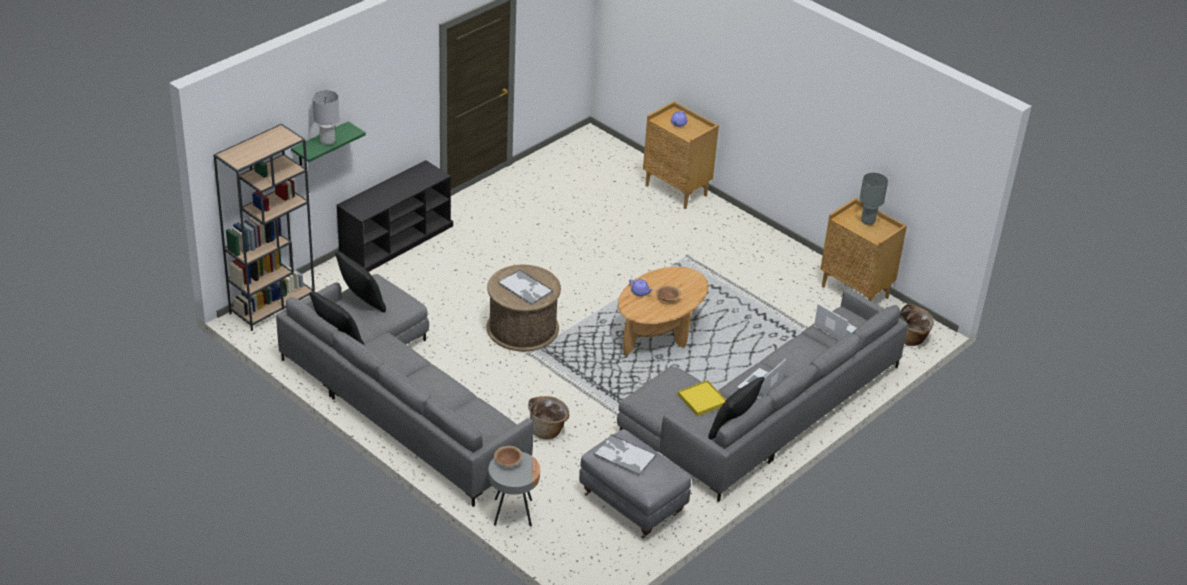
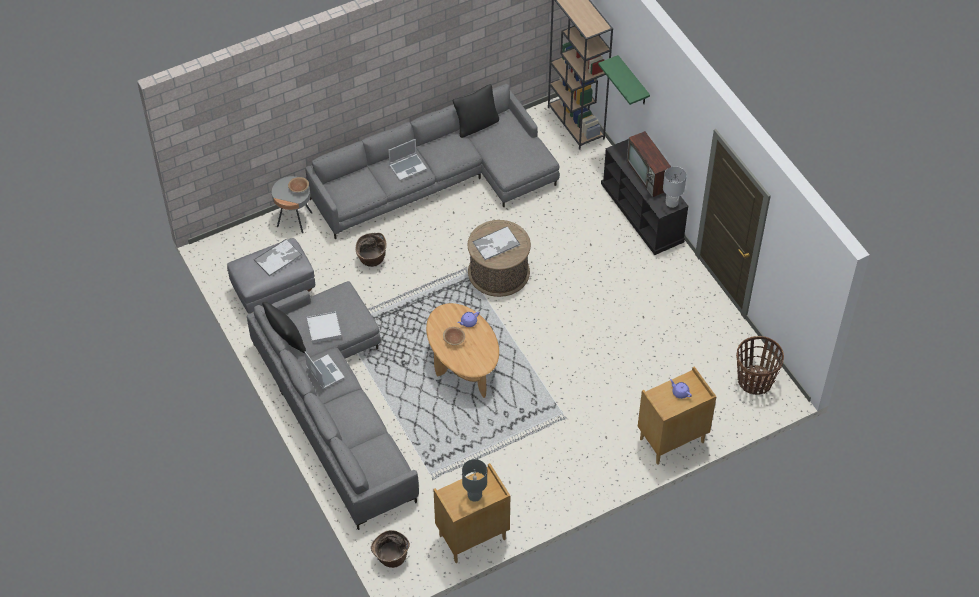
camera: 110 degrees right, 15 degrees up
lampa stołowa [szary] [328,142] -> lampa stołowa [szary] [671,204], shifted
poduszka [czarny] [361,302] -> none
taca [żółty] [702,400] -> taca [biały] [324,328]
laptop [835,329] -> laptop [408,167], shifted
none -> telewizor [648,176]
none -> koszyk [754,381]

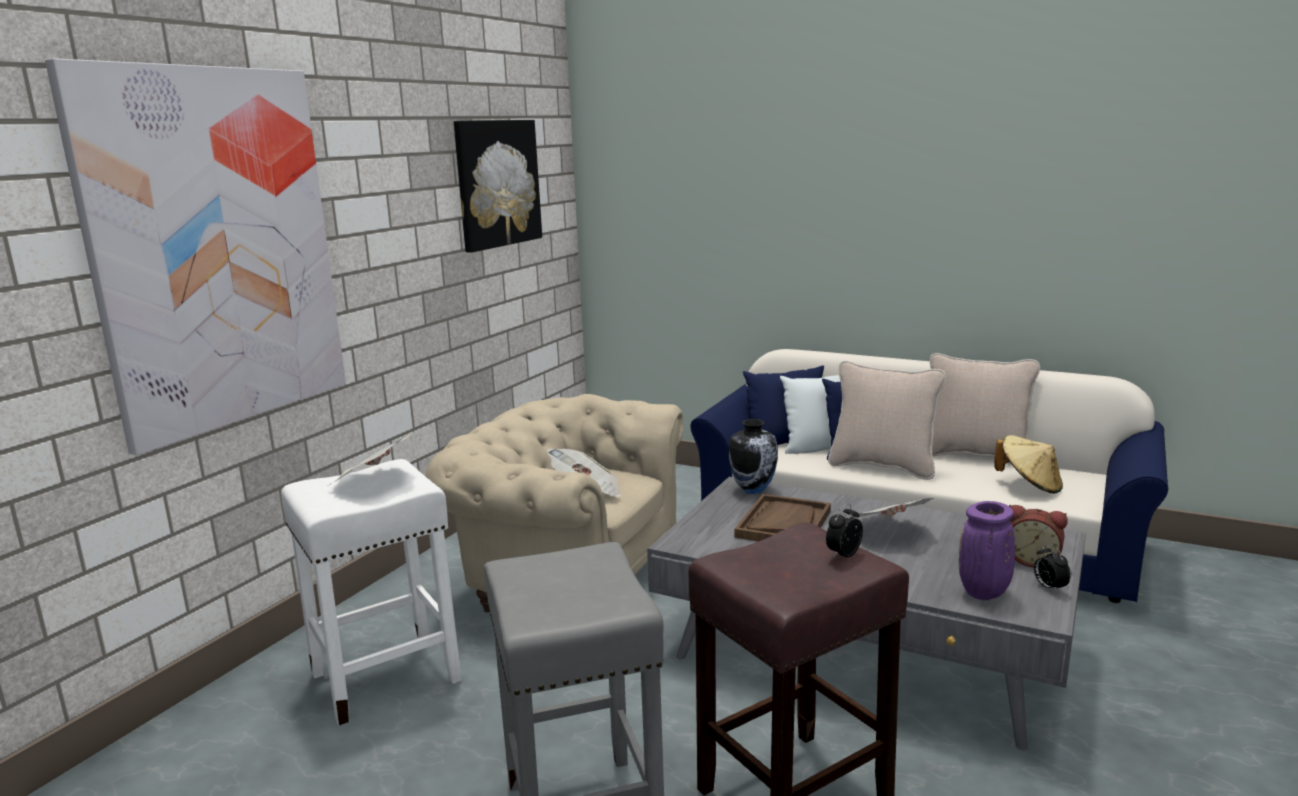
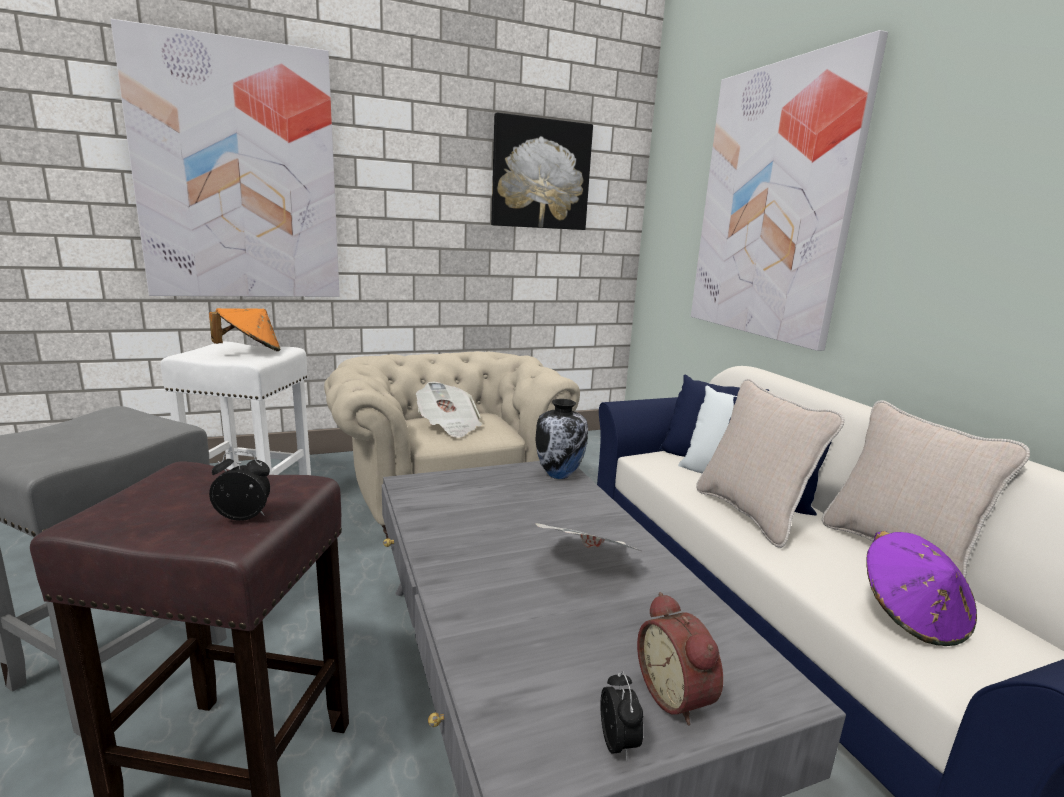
camera: 40 degrees right, 0 degrees up
gazeta [374,480] -> kapelusz [pomarańczowy] [250,352]
taca [brązowy] [783,524] -> none
wazon [fioletowy] [984,594] -> none
kapelusz [beżowy] [1029,485] -> kapelusz [fioletowy] [911,616]
budzik [1049,587] -> budzik [618,743], 150 degrees clockwise
none -> obraz [772,204]

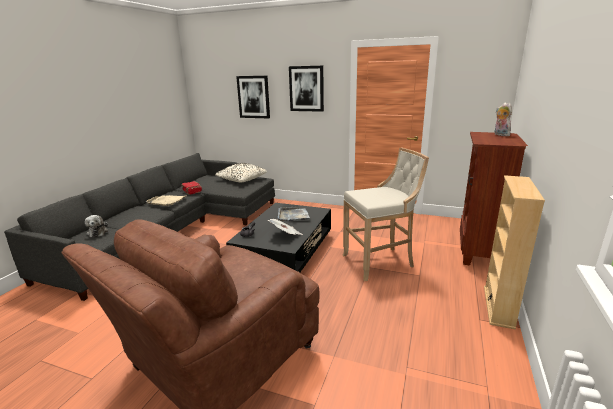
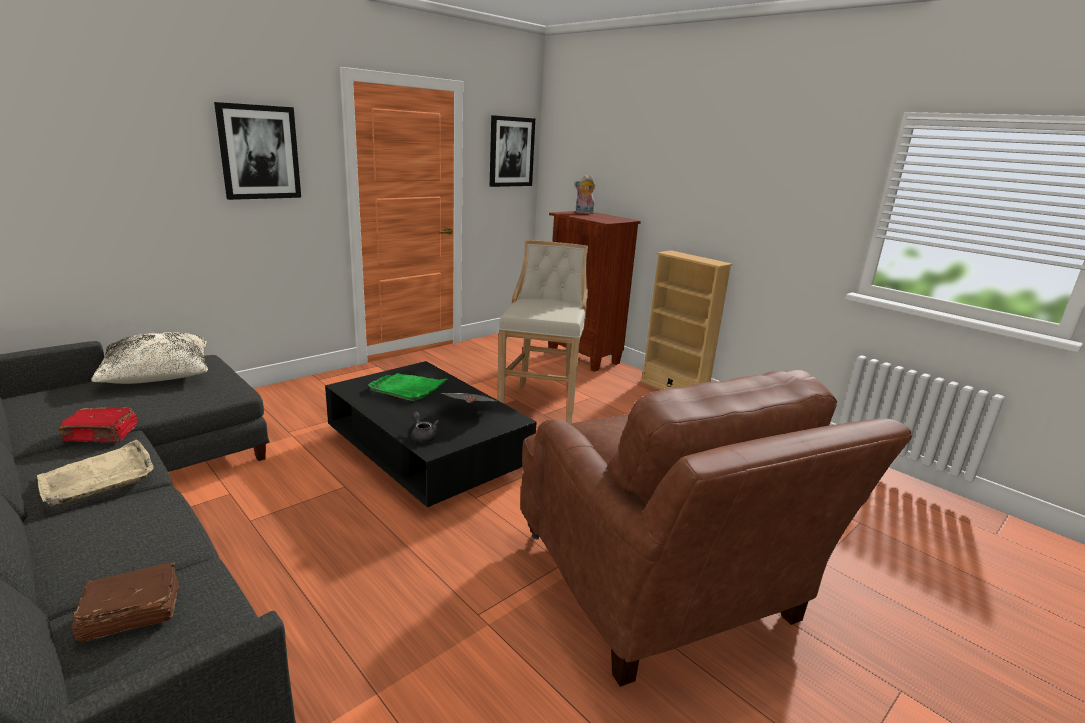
camera: 65 degrees left, 0 degrees up
pluszak [98,232] -> książka [brązowy] [130,614]
obraz [253,97] -> obraz [511,152], shifted
taca [szary] [293,215] -> taca [zielony] [408,388]

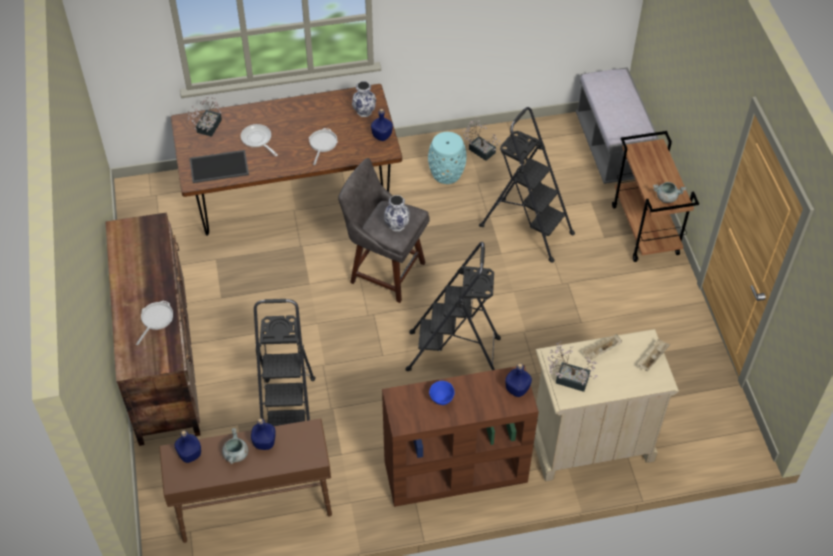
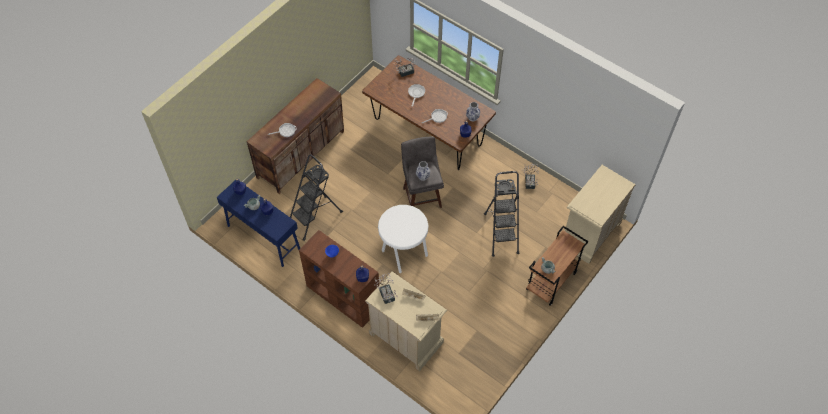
camera: 50 degrees right, 5 degrees up
stolik konsolowy [brązowy] [254,505] -> stolik konsolowy [niebieski] [264,237]
taca [219,166] -> none
drabinka [455,353] -> stołek [biały] [403,253]
stołek [turkusowy] [446,173] -> none
ławka [szary] [611,148] -> komoda [beżowy] [589,233]

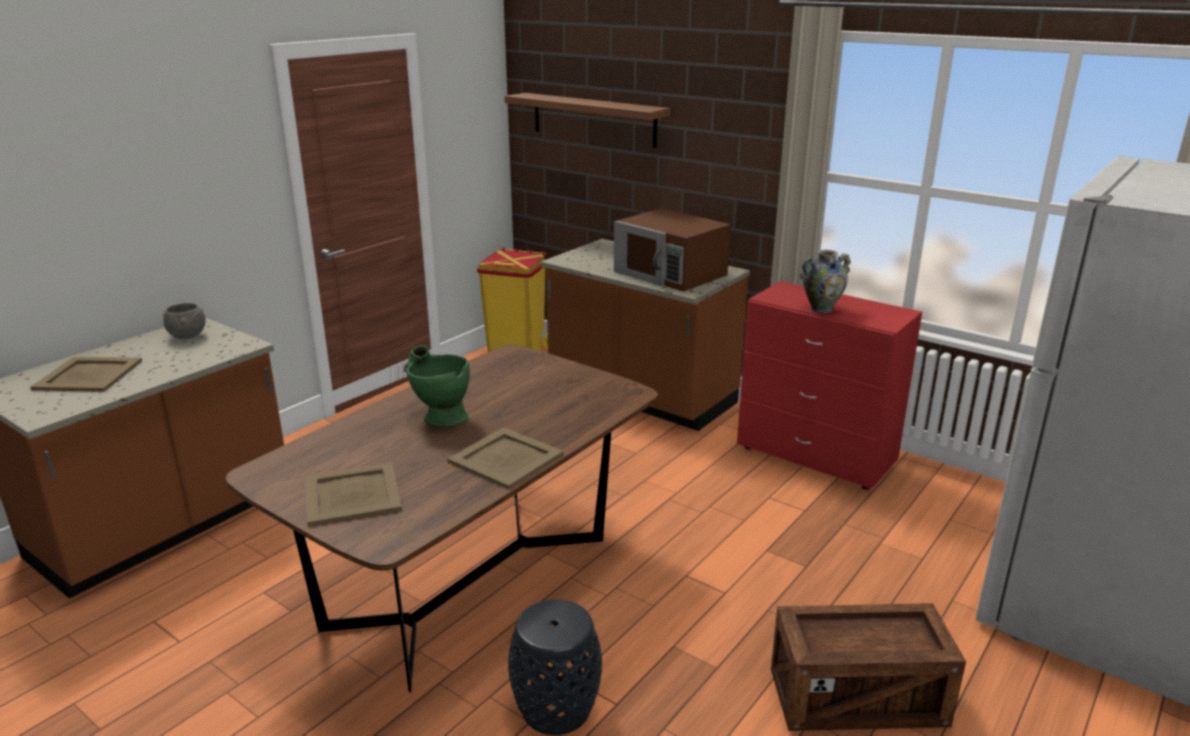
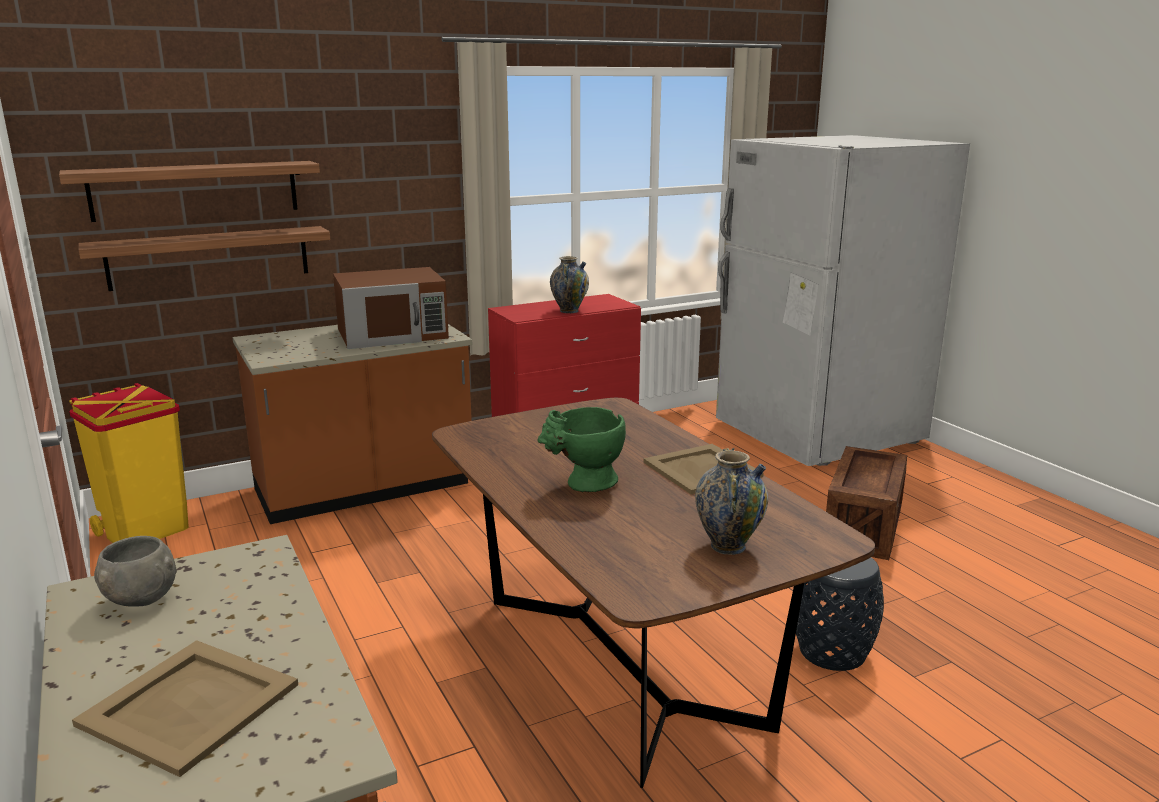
camera: 65 degrees left, 5 degrees down
taca [beżowy] [353,494] -> wazon [728,546]
none -> półka [209,257]

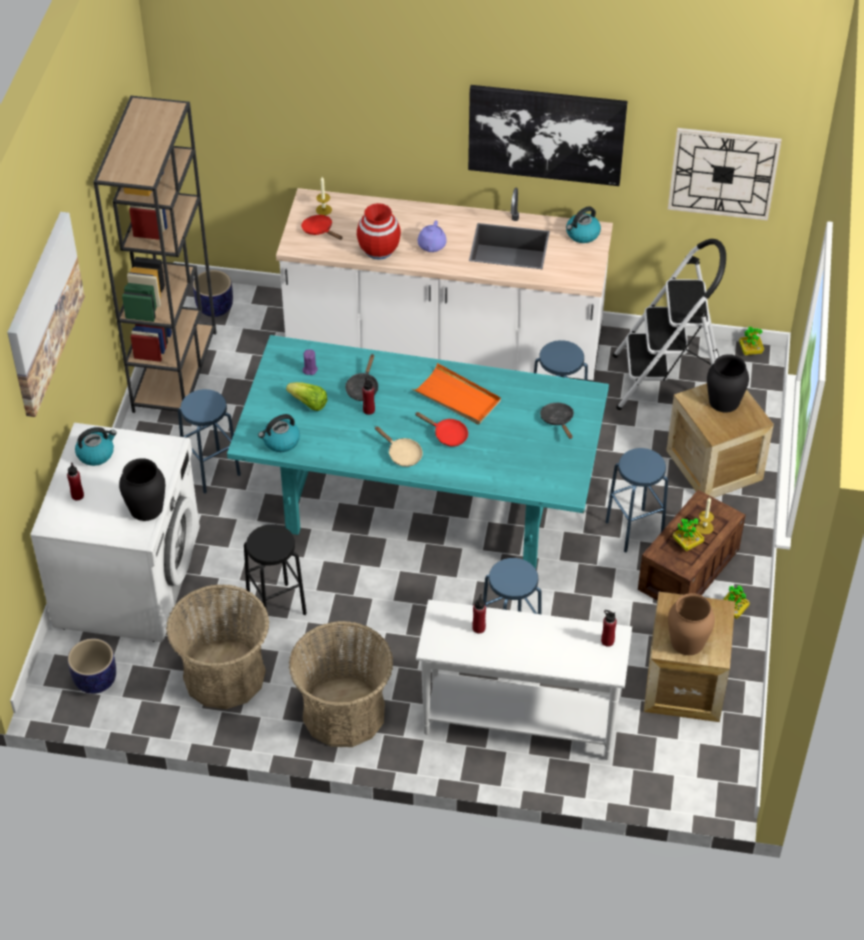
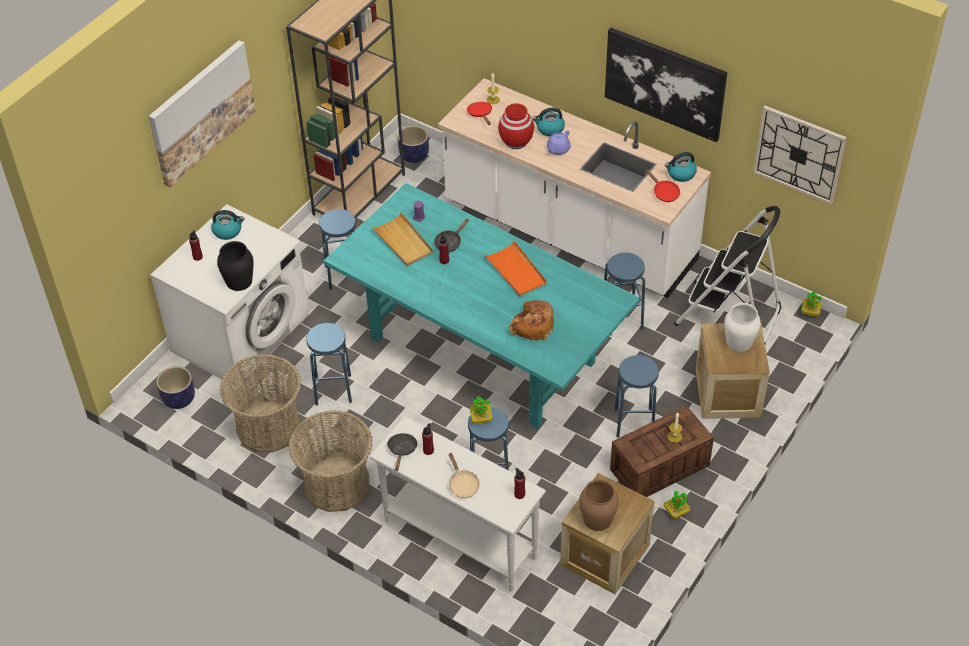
camera: 25 degrees right, 0 degrees up
stołek [czarny] [276,607] -> stołek [niebieski] [333,390]
czajnik [281,442] -> czajnik [549,129], shifted
sałata [308,403] -> taca [beżowy] [403,242]
patelnia [beżowy] [402,454] -> patelnia [beżowy] [462,484], shifted
patelnia [czerwony] [447,435] -> patelnia [czerwony] [664,193], shifted
patelnia [czarny] [558,420] -> patelnia [czarny] [402,450], shifted
roślina doniczkowa [687,543] -> roślina doniczkowa [481,418], shifted
wazon [czarny] [724,401] -> wazon [biały] [739,341]
none -> chleb [532,325]

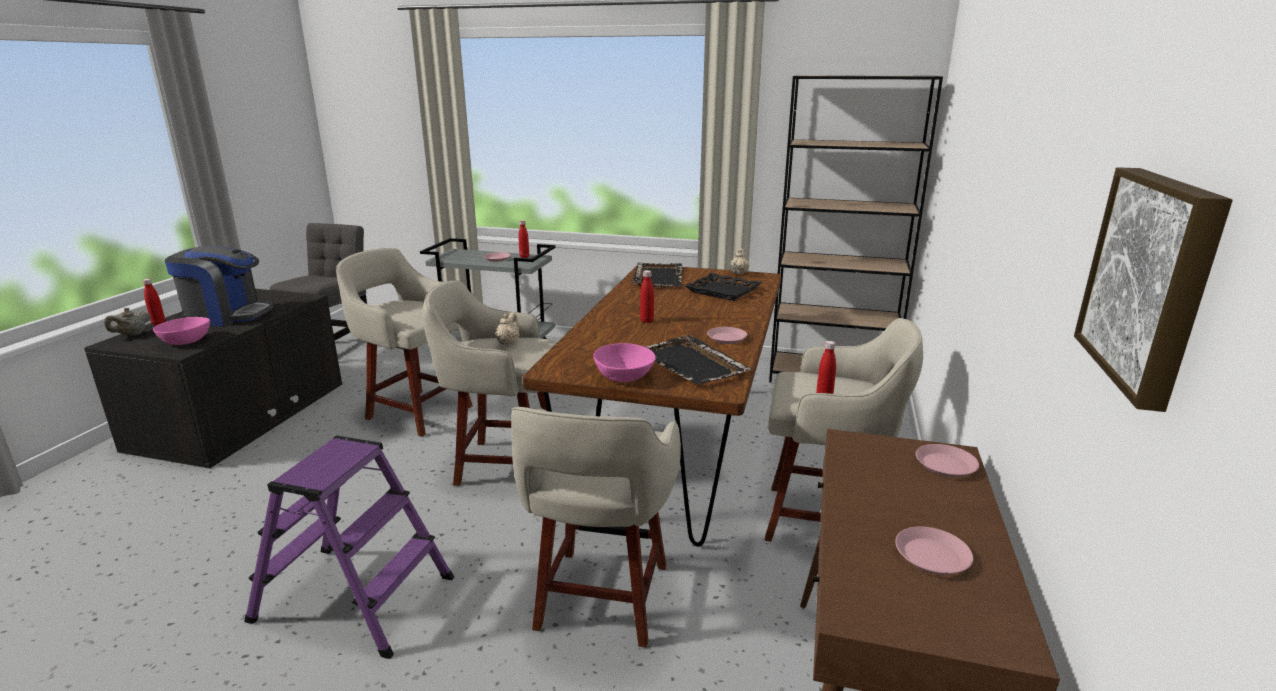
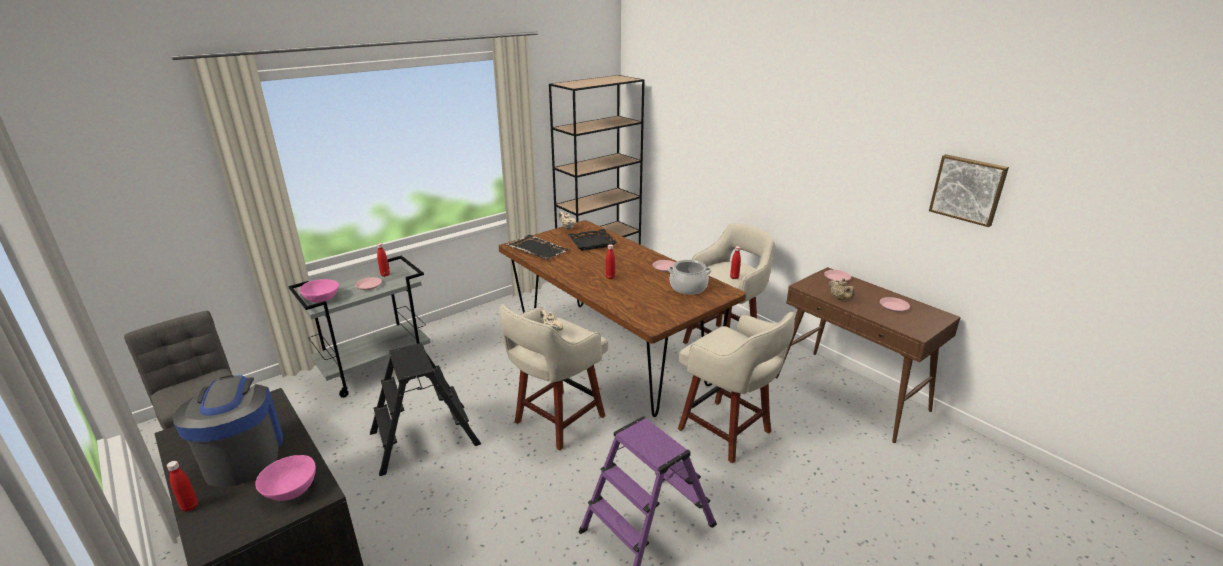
camera: 55 degrees left, 5 degrees up
imbryk [beżowy] [132,335] -> imbryk [beżowy] [839,299], shifted
ekspres do kawy [226,315] -> ekspres do kawy [243,455], 60 degrees counterclockwise
stołek [beżowy] [416,411] -> drabinka [czarny] [424,438]
miska [różowy] [624,377] -> miska [różowy] [322,299], shifted
taca [czarny] [692,364] -> garnek [688,287]

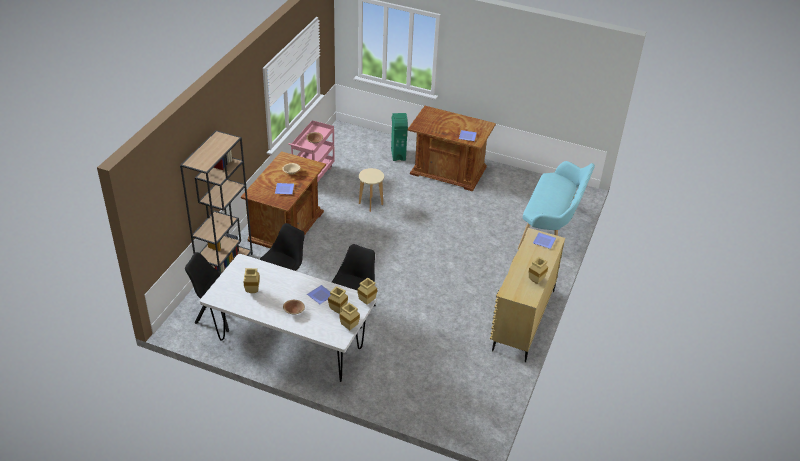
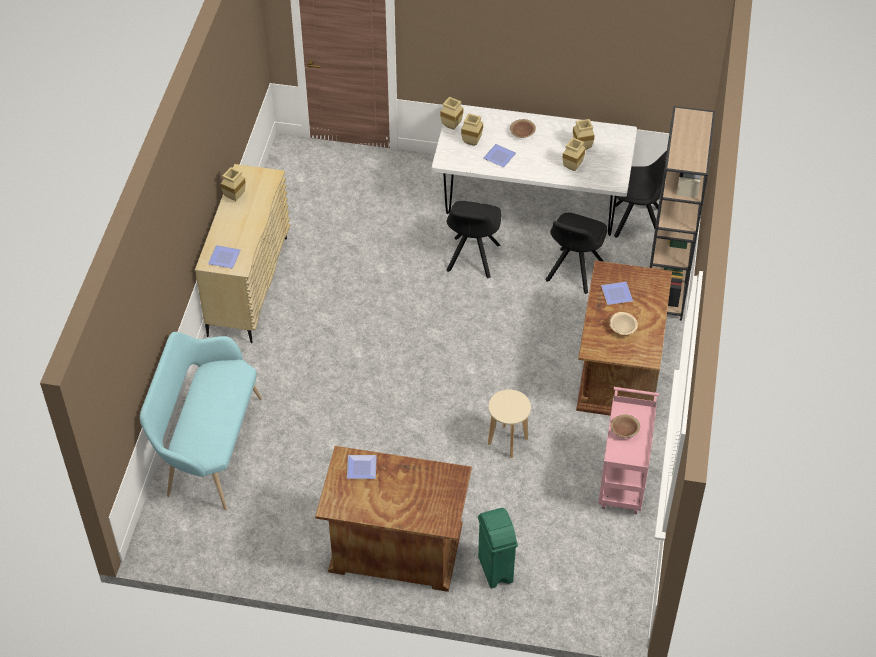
camera: 170 degrees right, 10 degrees up
wazon [beżowy] [367,302] -> wazon [beżowy] [572,166], shifted

